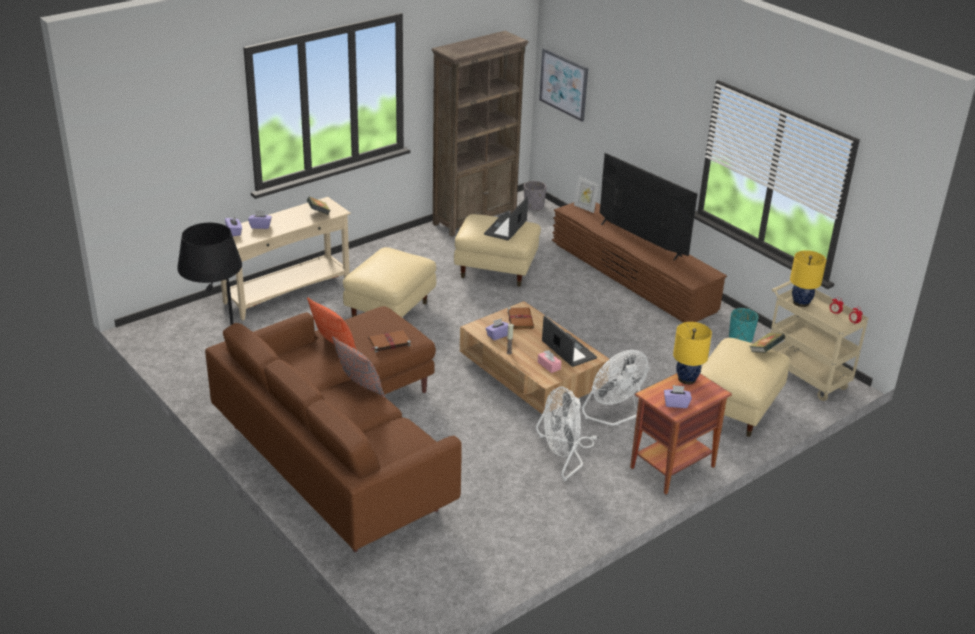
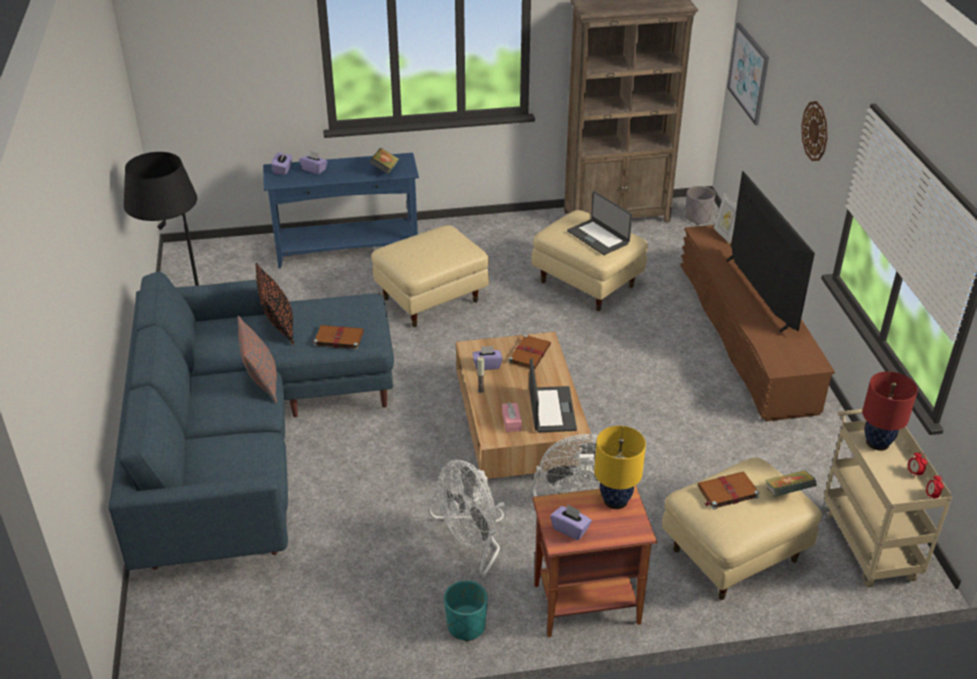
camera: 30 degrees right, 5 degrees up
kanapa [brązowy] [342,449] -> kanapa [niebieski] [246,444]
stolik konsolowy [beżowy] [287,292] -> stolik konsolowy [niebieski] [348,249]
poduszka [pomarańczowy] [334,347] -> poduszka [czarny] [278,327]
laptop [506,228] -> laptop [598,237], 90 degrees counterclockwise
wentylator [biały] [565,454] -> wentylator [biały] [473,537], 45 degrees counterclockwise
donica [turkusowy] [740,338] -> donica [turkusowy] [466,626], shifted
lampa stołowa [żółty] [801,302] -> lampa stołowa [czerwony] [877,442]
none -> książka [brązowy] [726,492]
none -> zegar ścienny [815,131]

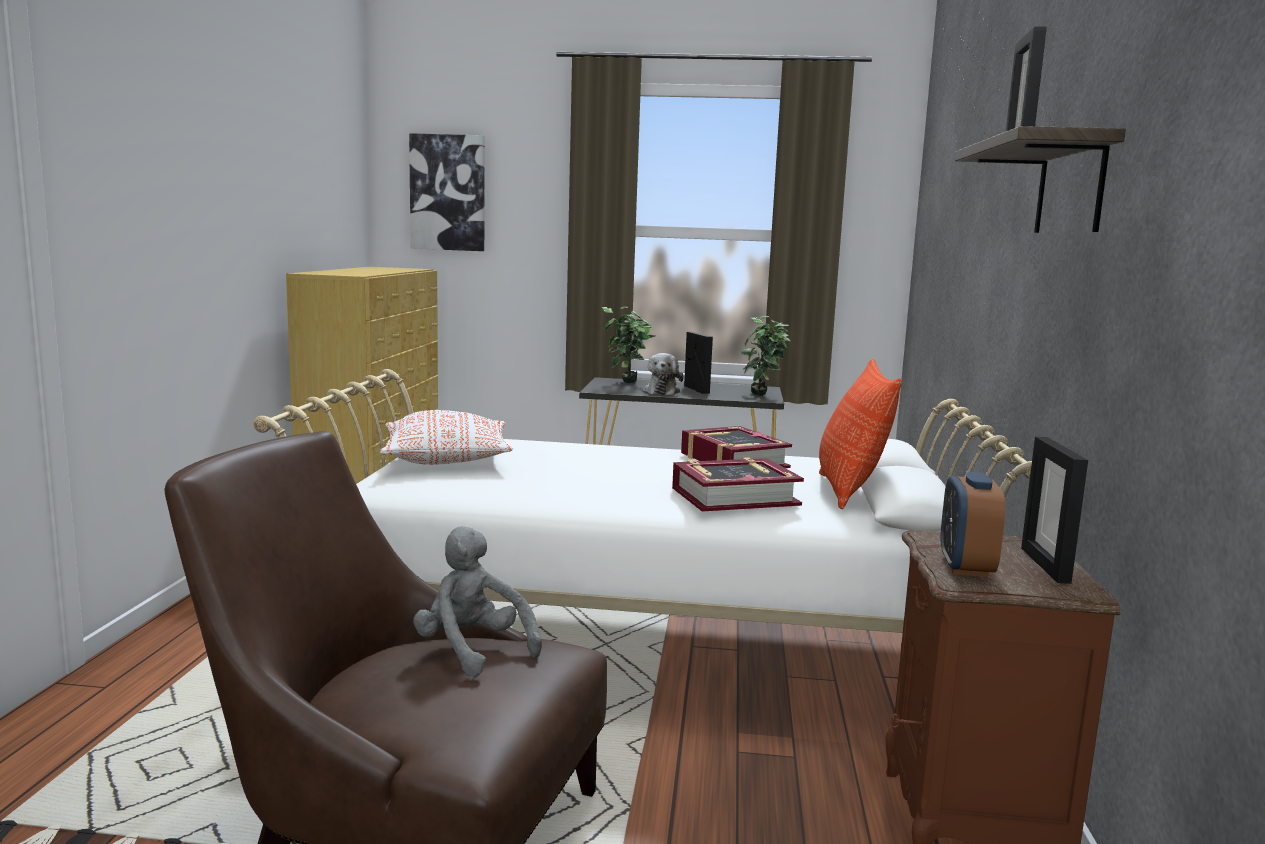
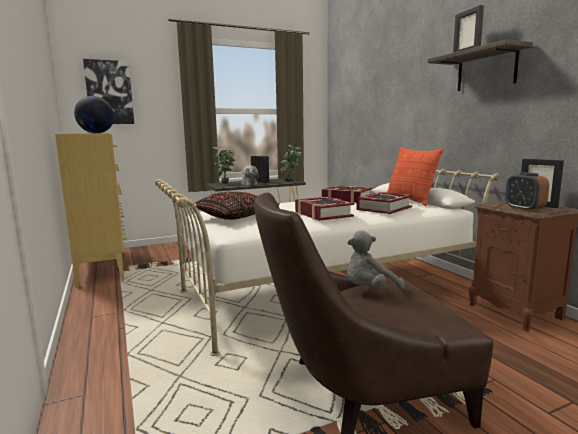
camera: 30 degrees left, 0 degrees up
poduszka [biały] [446,459] -> poduszka [czarny] [234,216]
pluszak [szary] [472,650] -> pluszak [szary] [369,290], 45 degrees counterclockwise
none -> globus [96,133]
none -> książka [323,214]

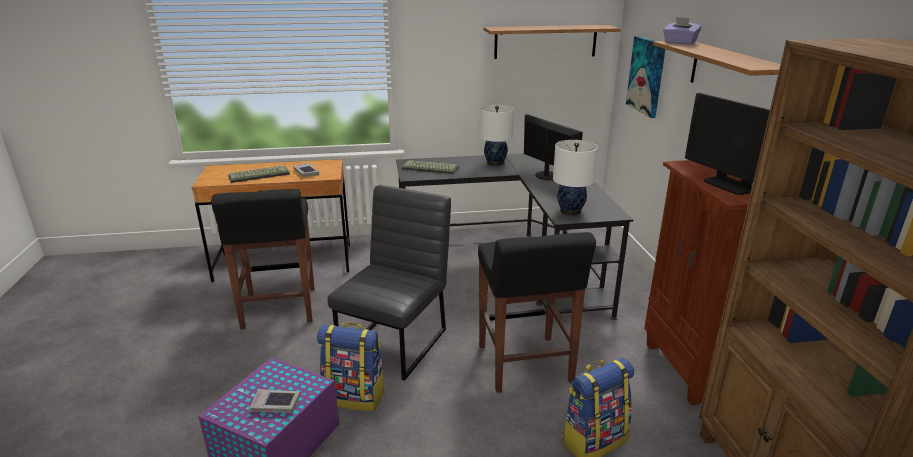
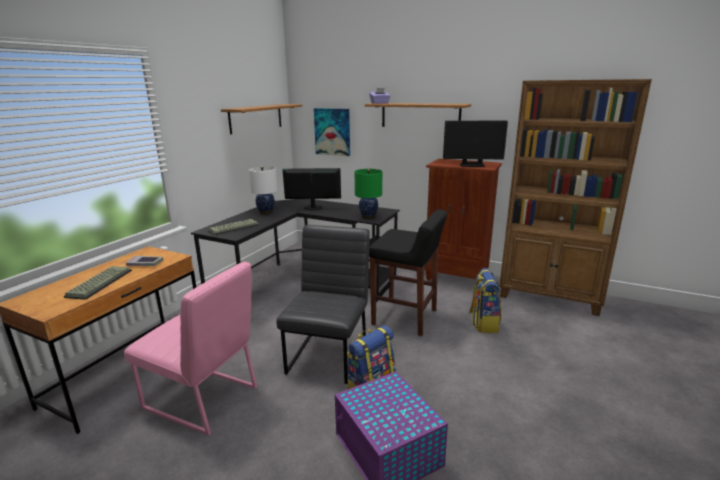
camera: 55 degrees left, 5 degrees down
stołek [czarny] [279,309] -> krzesło [różowy] [203,399]
książka [275,404] -> none
krzesło [szary] [396,342] -> krzesło [szary] [329,354], 45 degrees clockwise
lampa stołowa [biały] [570,211] -> lampa stołowa [zielony] [368,216]

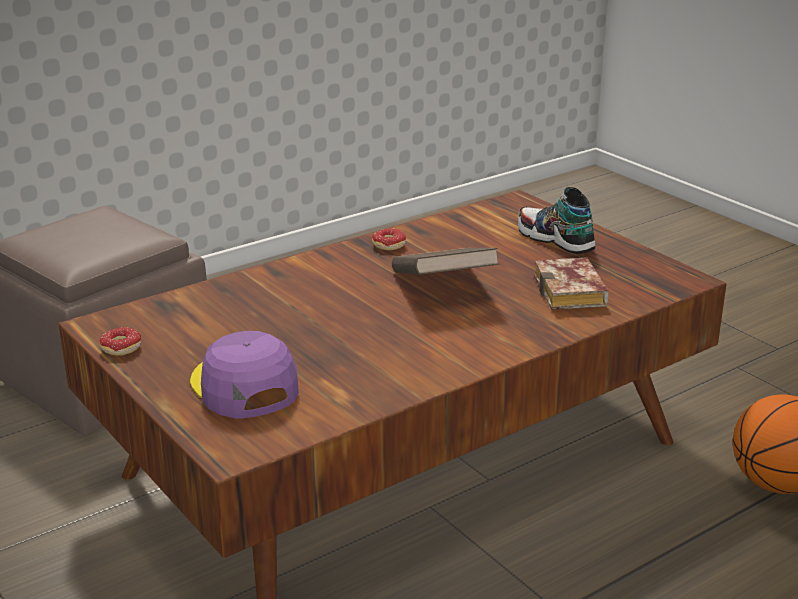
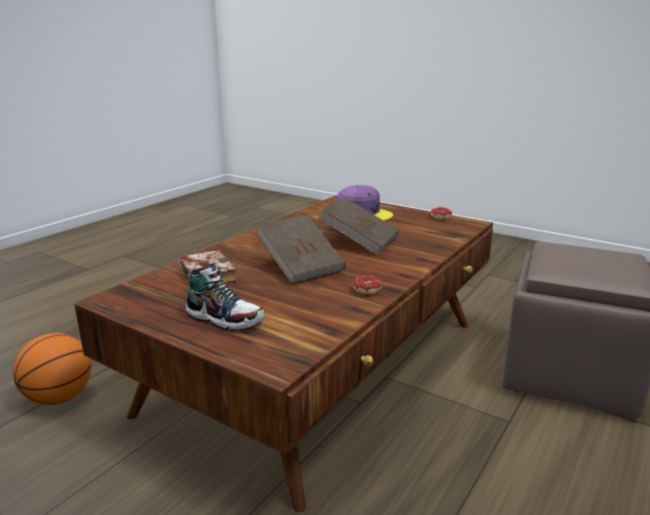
camera: 160 degrees right, 5 degrees down
none -> książka [brązowy] [359,241]

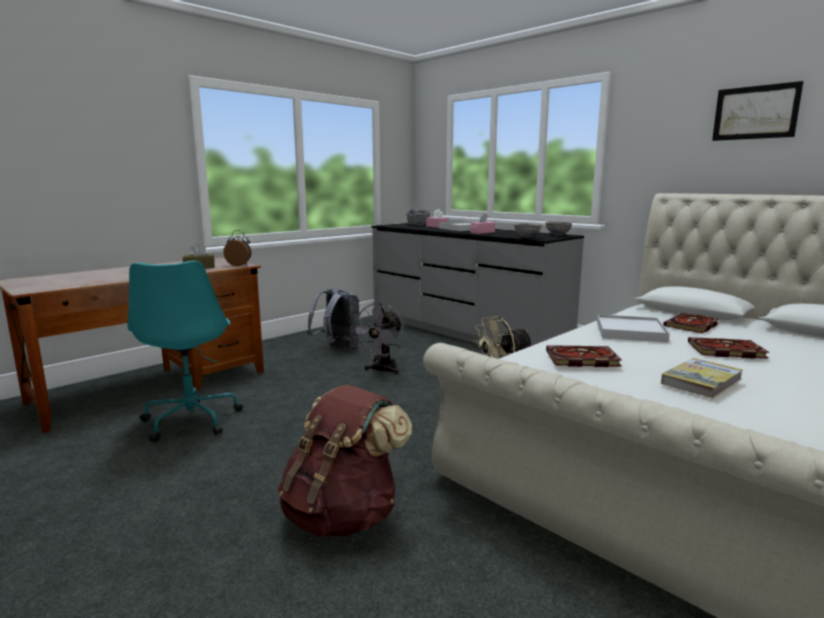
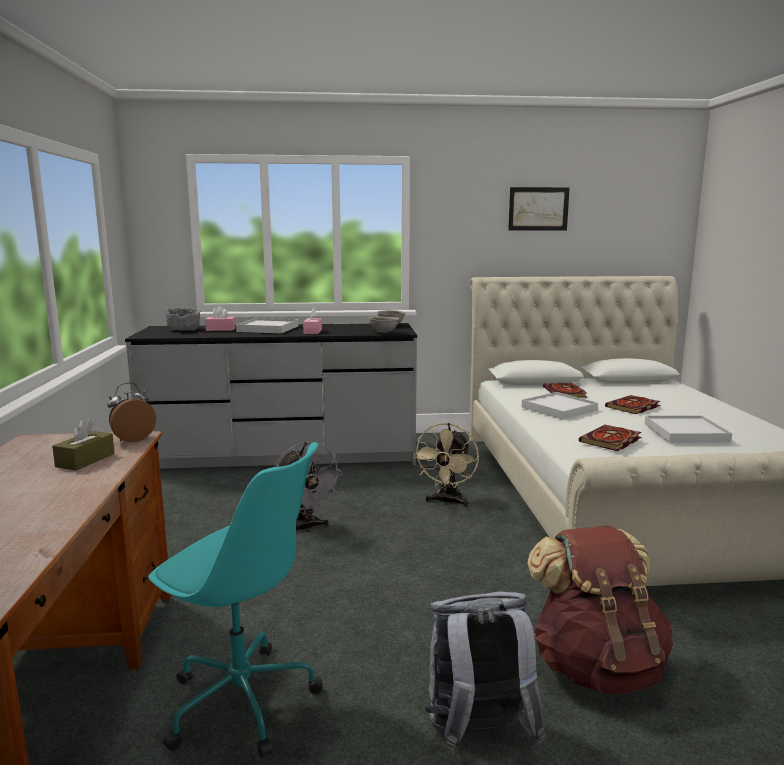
camera: 50 degrees left, 0 degrees up
plecak [szary] [337,349] -> plecak [szary] [478,736], shifted
książka [701,381] -> taca [biały] [686,432]

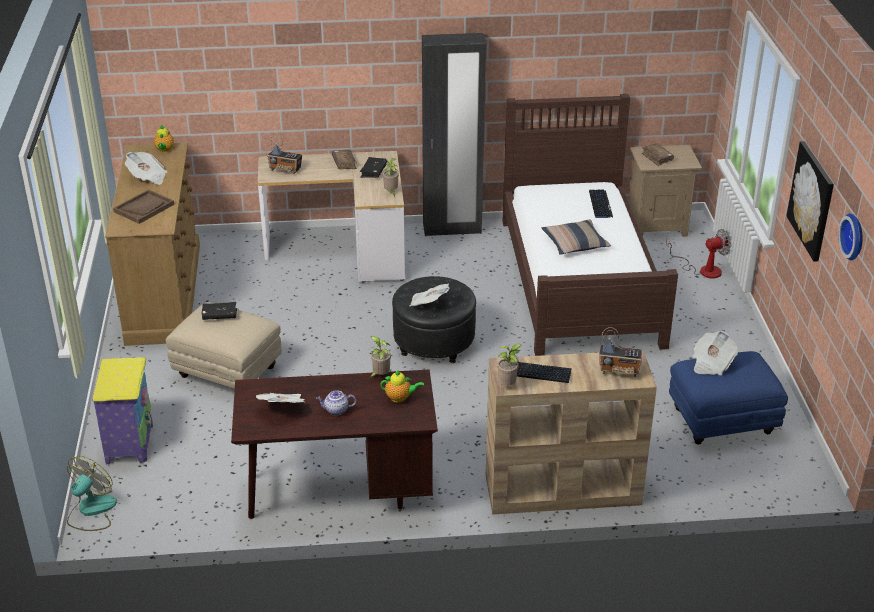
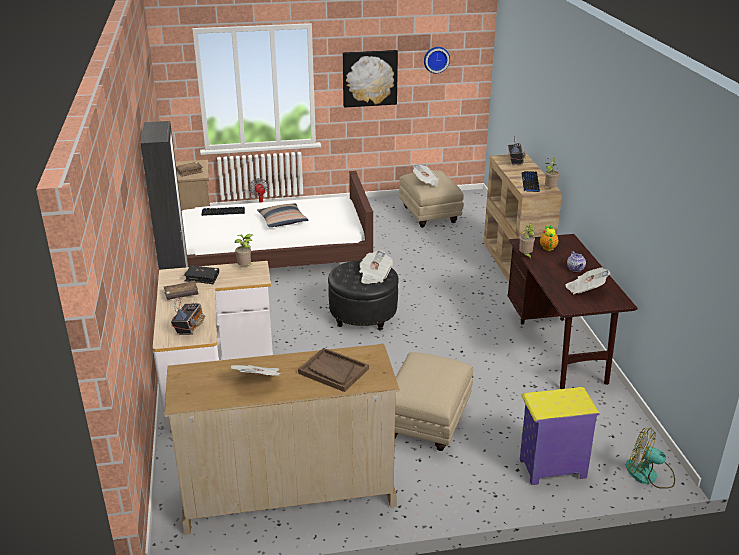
camera: 95 degrees left, 5 degrees down
imbryk [164,150] -> none
książka [czarny] [219,315] -> none
pufa [niebieski] [721,421] -> pufa [beżowy] [430,215]

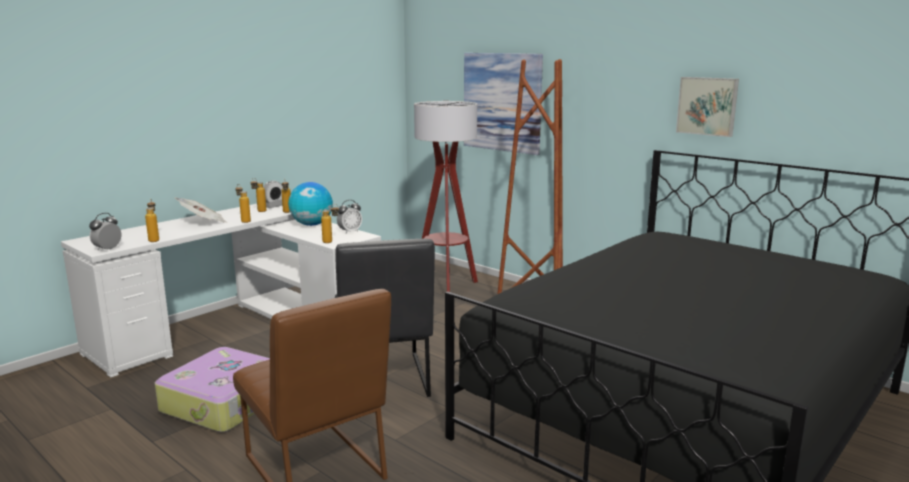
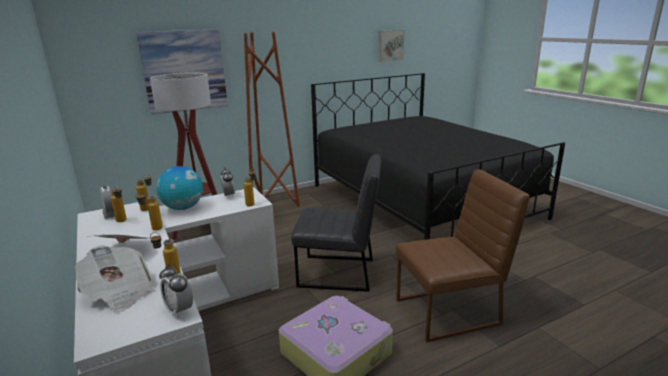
camera: 70 degrees left, 5 degrees up
obraz [707,106] -> obraz [390,45], shifted
none -> gazeta [118,293]

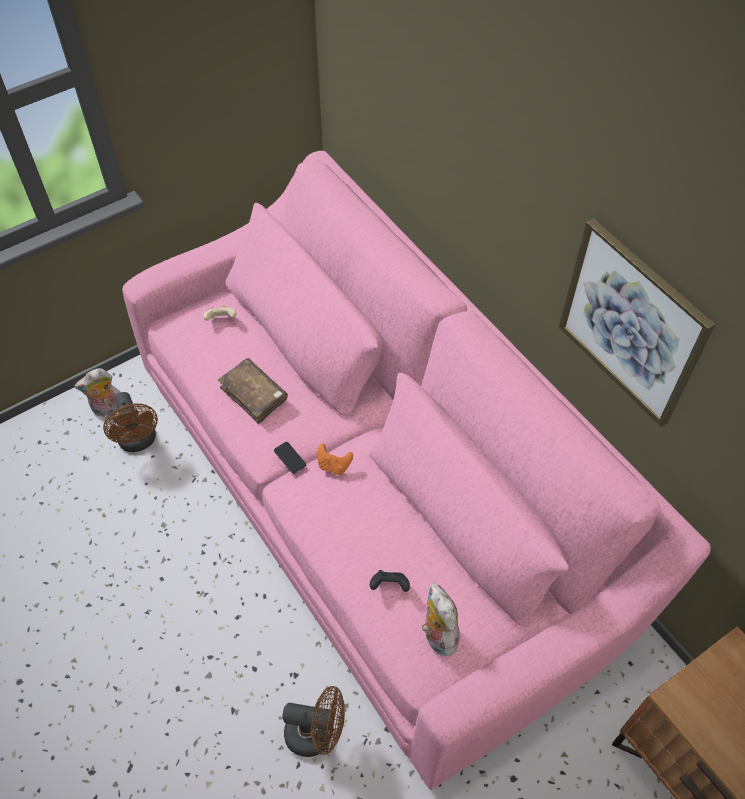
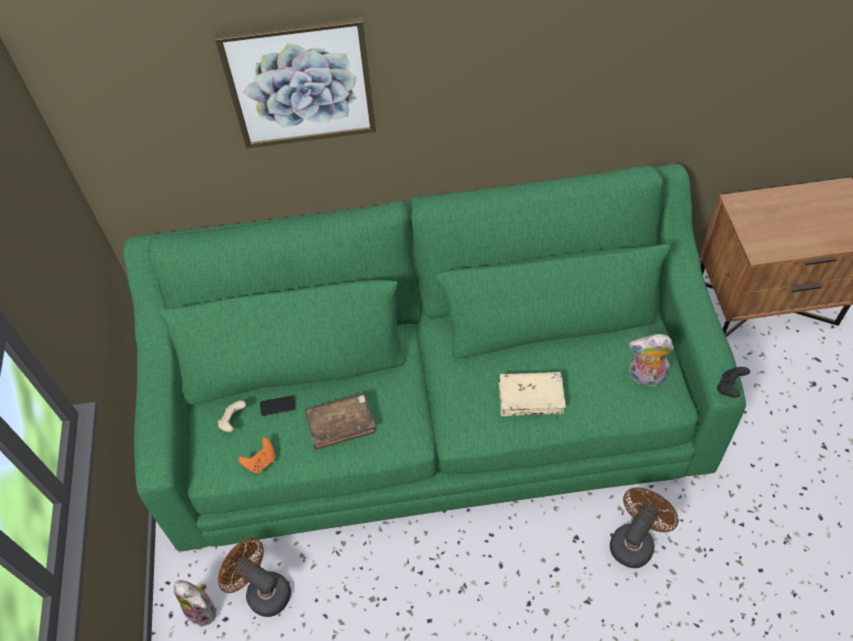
camera: 60 degrees left, 0 degrees up
pluszak [108,409] -> pluszak [204,609], 60 degrees counterclockwise
wentylator [brązowy] [138,441] -> wentylator [brązowy] [262,591], 150 degrees counterclockwise
kanapa [różowy] [374,489] -> kanapa [zielony] [432,405]
telefon [290,458] -> telefon [277,406], shifted
pad do gier [pomarańczowy] [334,465] -> pad do gier [pomarańczowy] [261,461], shifted
pad do gier [czarny] [389,586] -> pad do gier [czarny] [729,387], shifted
obraz [631,323] -> obraz [300,83], shifted
none -> książka [beżowy] [531,398]

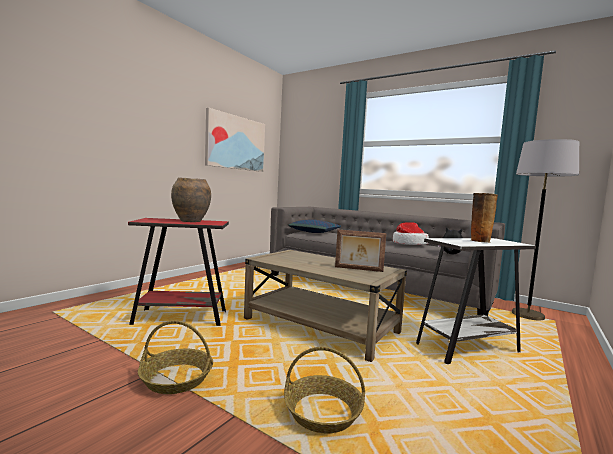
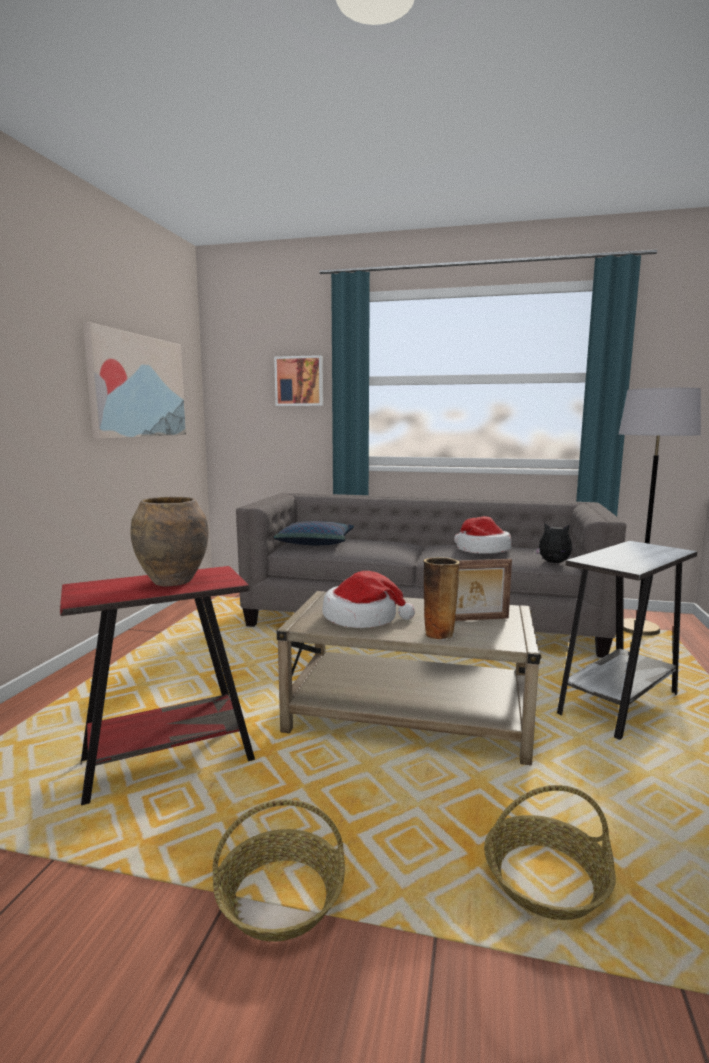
camera: 20 degrees left, 5 degrees up
wazon [480,241] -> wazon [439,634], shifted
none -> obraz [299,381]
none -> kapelusz [362,618]

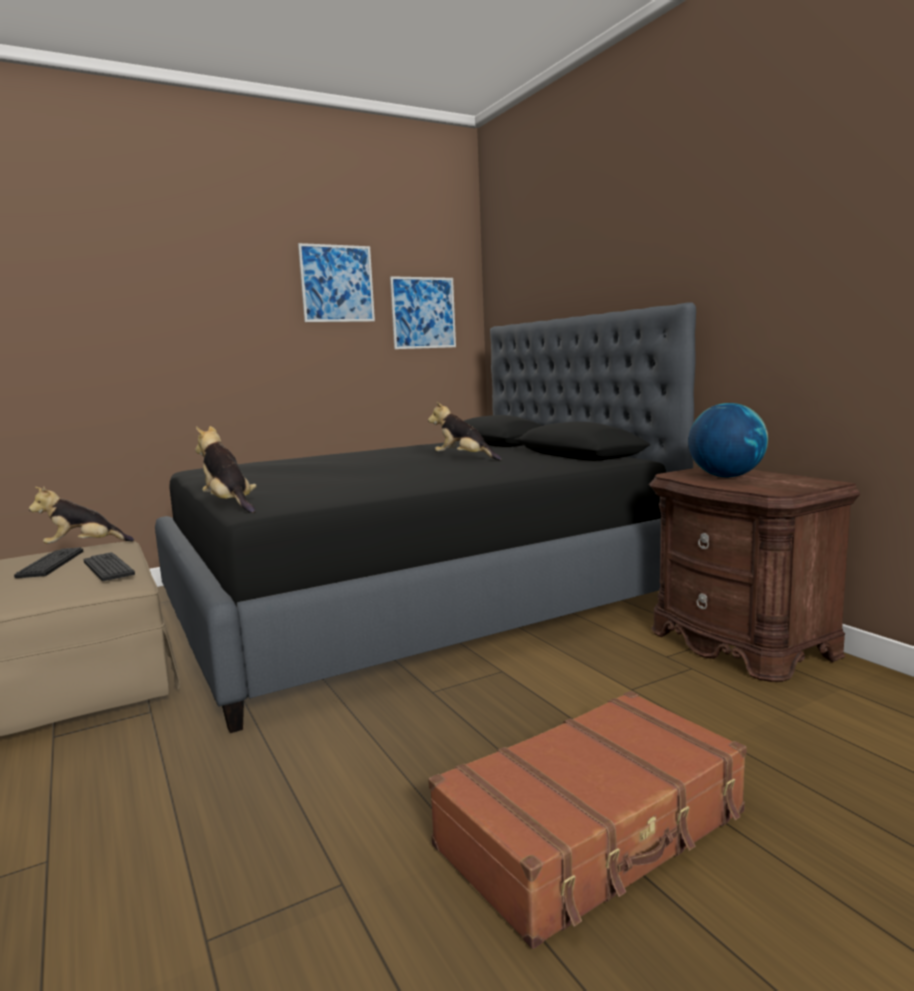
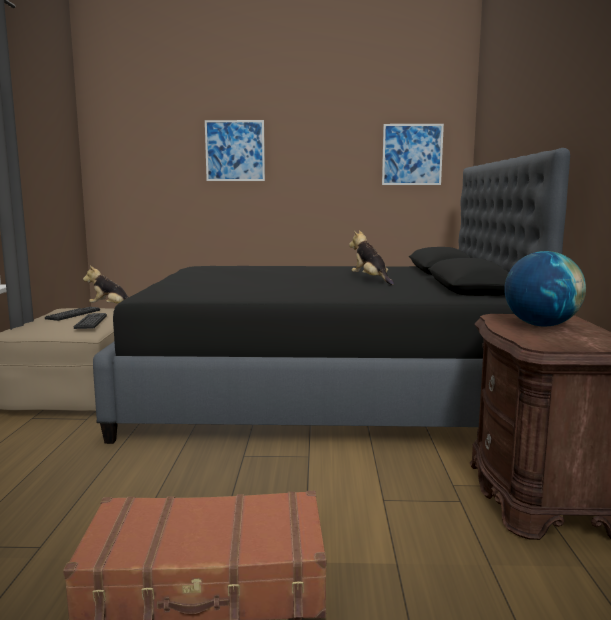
camera: 30 degrees right, 0 degrees up
pluszak [229,505] -> none
obraz [337,283] -> obraz [235,151], shifted

